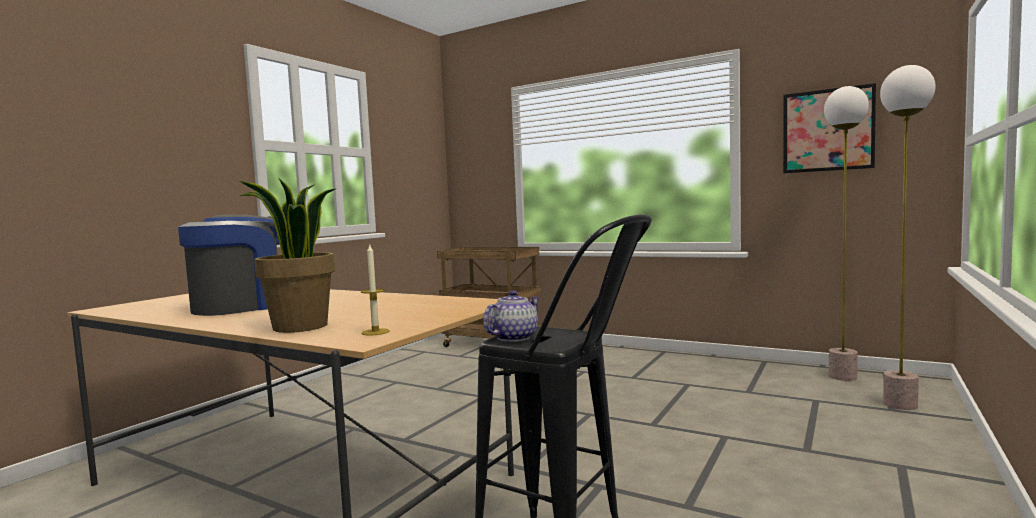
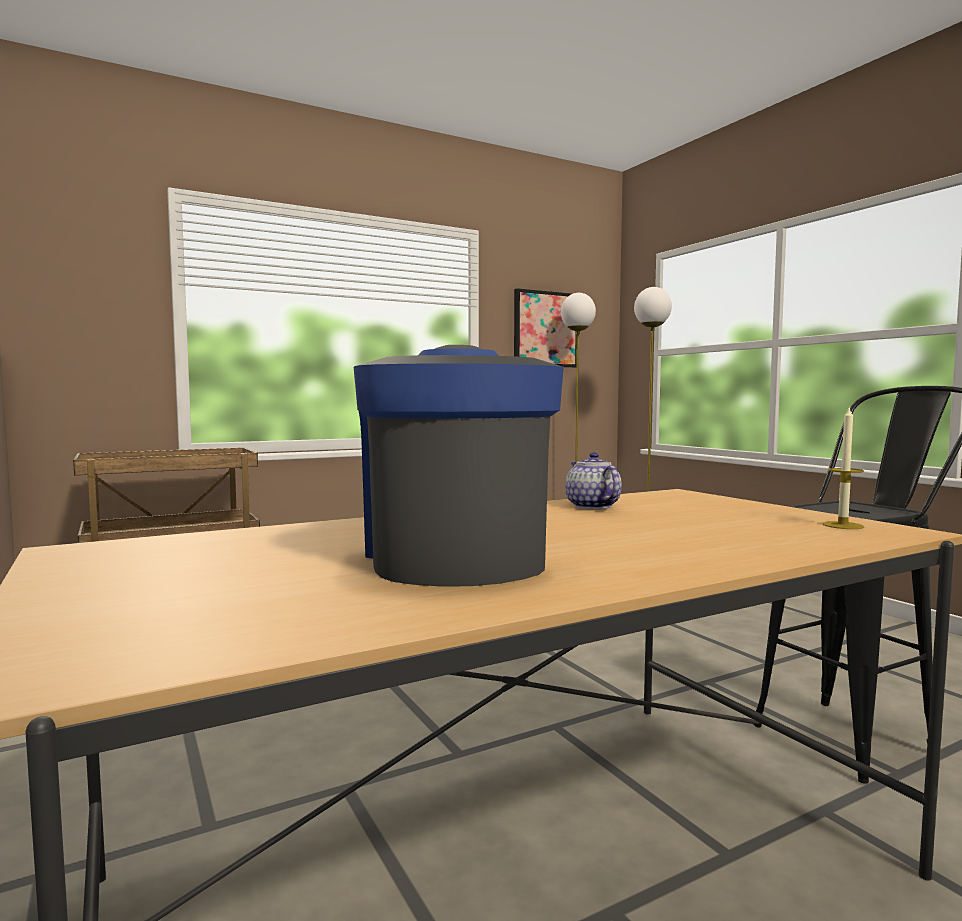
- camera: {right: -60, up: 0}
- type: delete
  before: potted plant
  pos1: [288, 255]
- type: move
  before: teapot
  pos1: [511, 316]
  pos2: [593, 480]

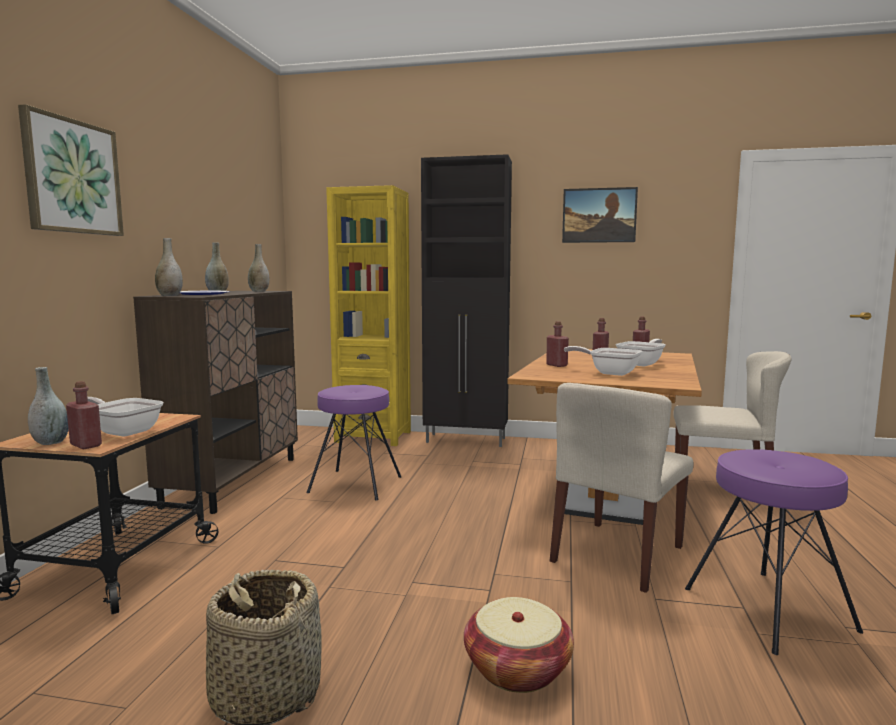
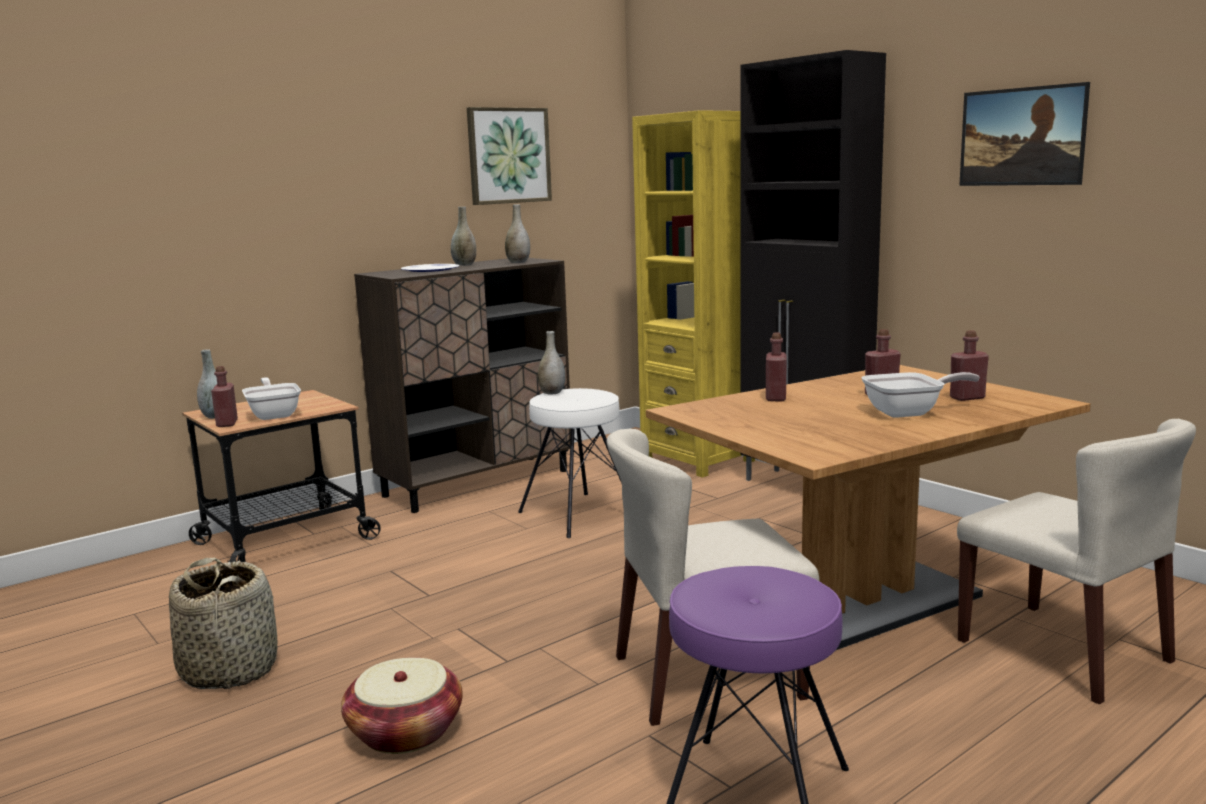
- camera: {right: 40, up: 5}
- type: move
  before: picture
  pos1: [71, 170]
  pos2: [509, 156]
- type: move
  before: grey vase
  pos1: [169, 267]
  pos2: [551, 362]
- type: delete
  before: frying pan
  pos1: [603, 361]
- type: recolor
  before: purple stool
  after: white stool
  pos1: [353, 443]
  pos2: [569, 463]

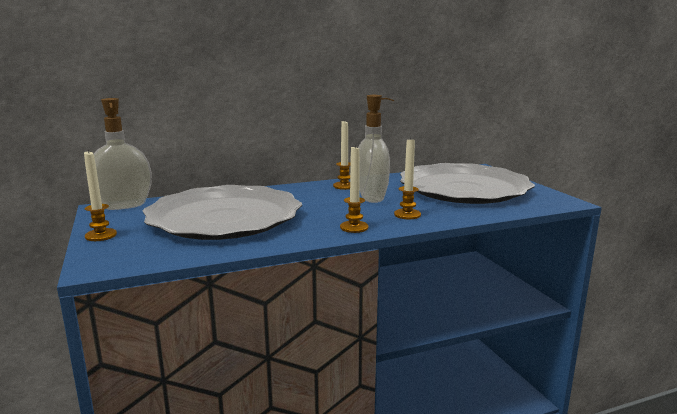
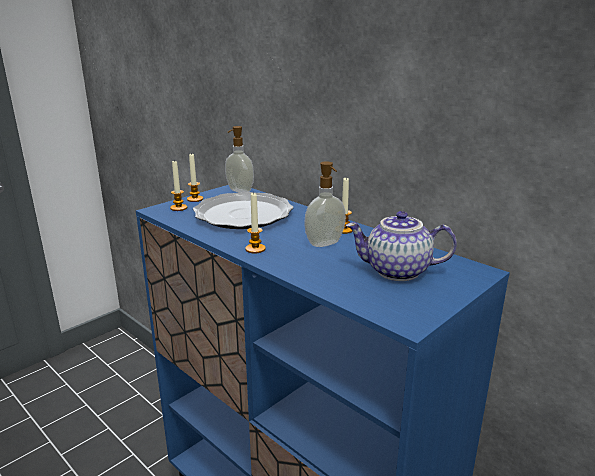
- camera: {right: 65, up: 5}
- type: move
  before: candle
  pos1: [407, 178]
  pos2: [178, 185]
- type: replace
  before: plate
  after: teapot
  pos1: [467, 183]
  pos2: [401, 246]

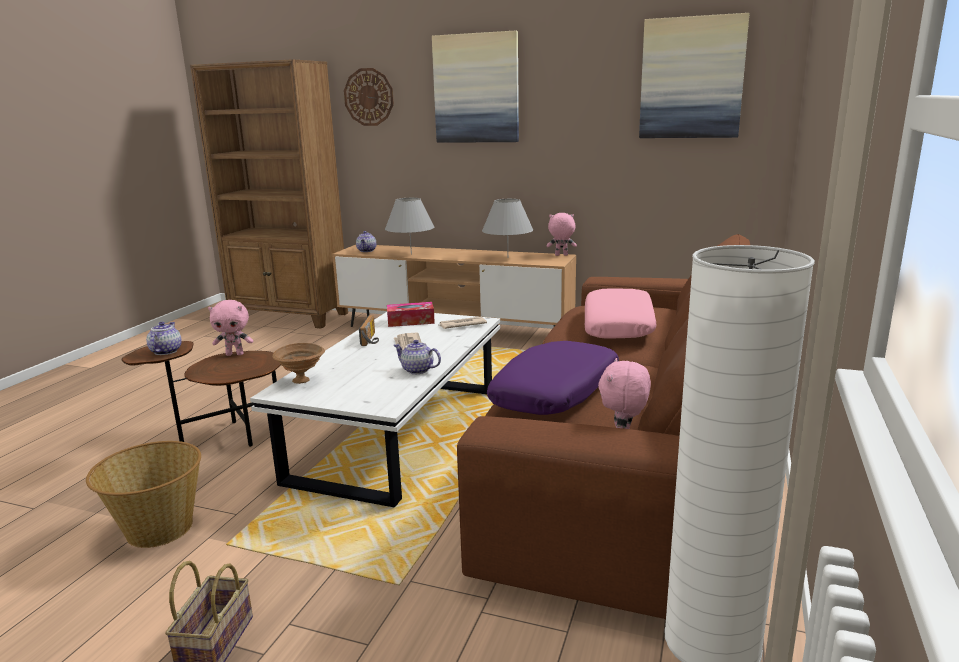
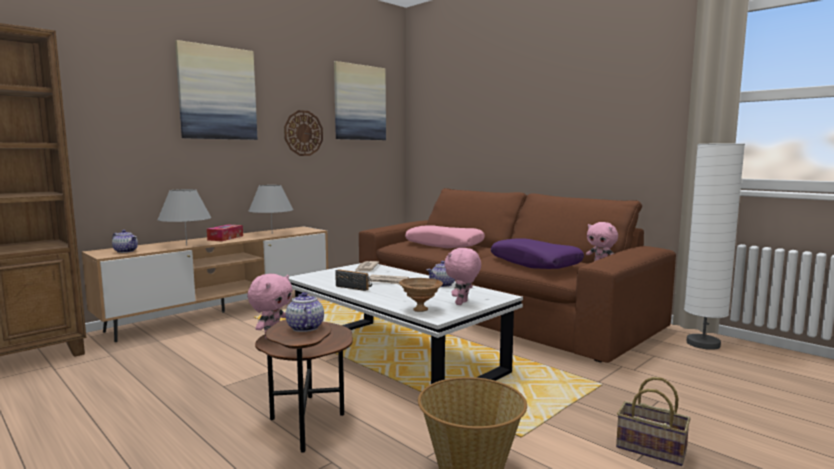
- camera: {right: -65, up: -10}
- type: move
  before: wall clock
  pos1: [369, 97]
  pos2: [303, 133]
- type: move
  before: pink plush toy
  pos1: [562, 234]
  pos2: [462, 276]
- type: move
  before: tissue box
  pos1: [411, 314]
  pos2: [225, 233]
- type: rotate
  before: teapot
  pos1: [164, 338]
  pos2: [304, 312]
  turn: 45

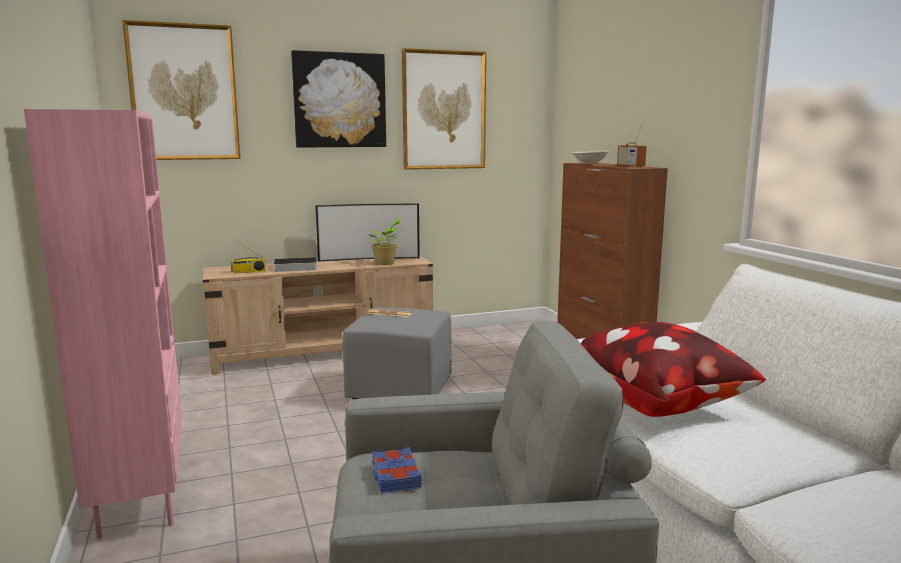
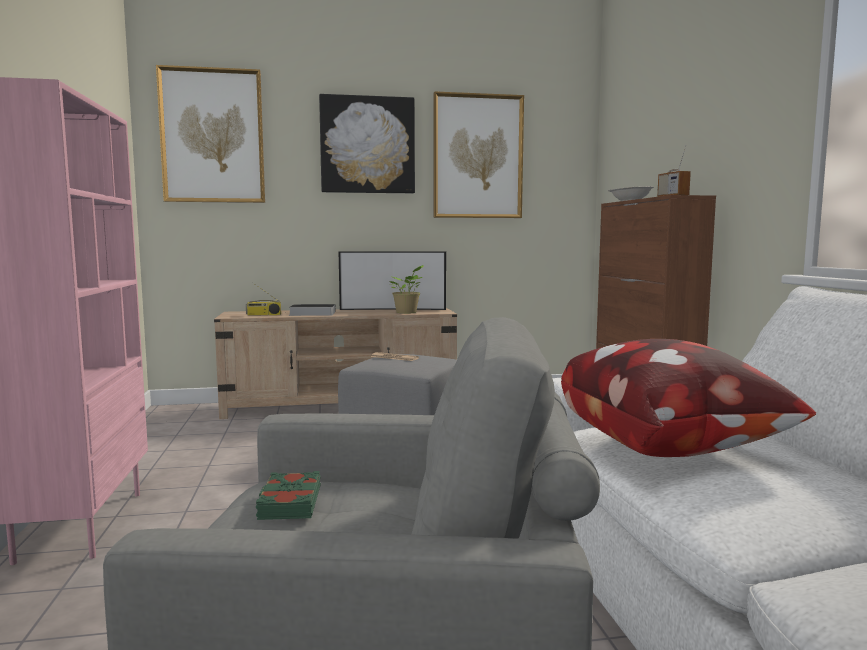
- camera: {right: 10, up: -5}
- type: recolor
  before: blue book
  after: green book
  pos1: [397, 470]
  pos2: [288, 495]

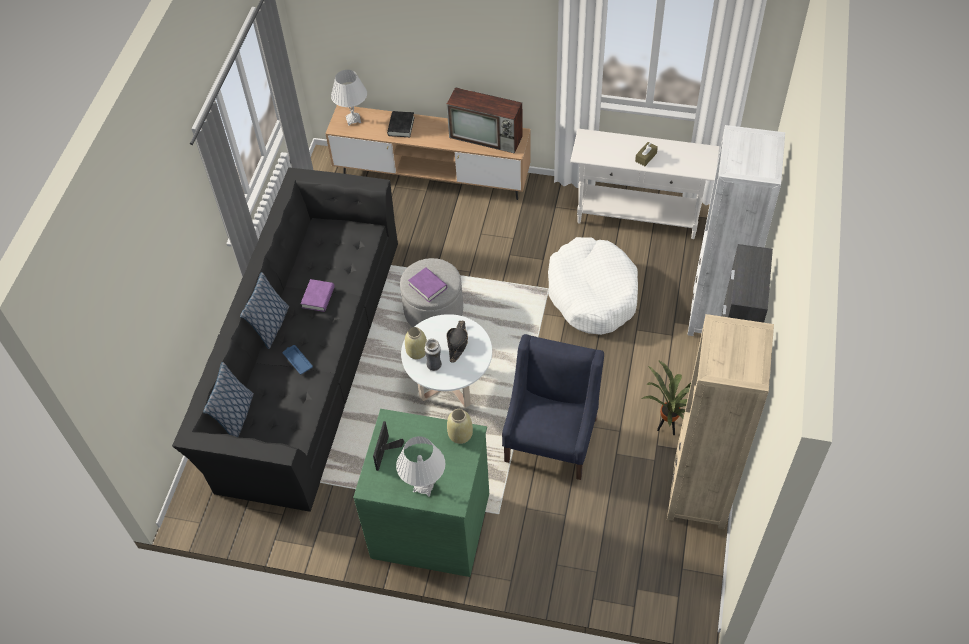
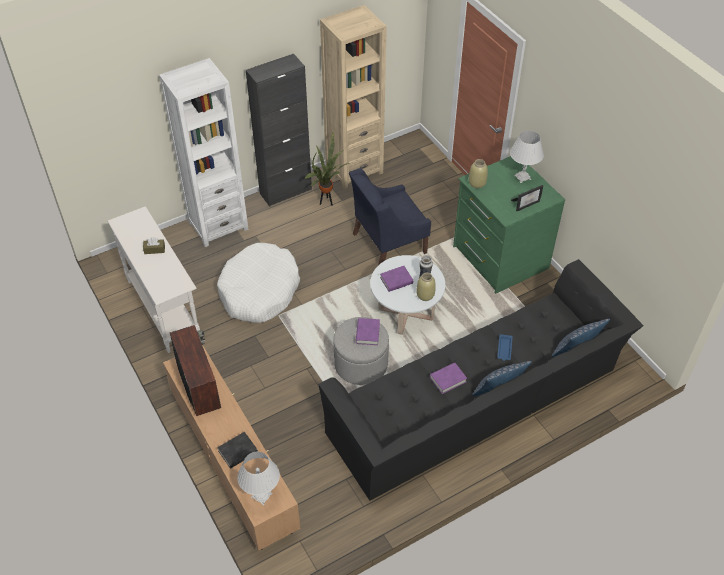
- camera: {right: -135, up: -5}
- type: replace
  before: black hat
  after: purple book
  pos1: [457, 341]
  pos2: [396, 279]

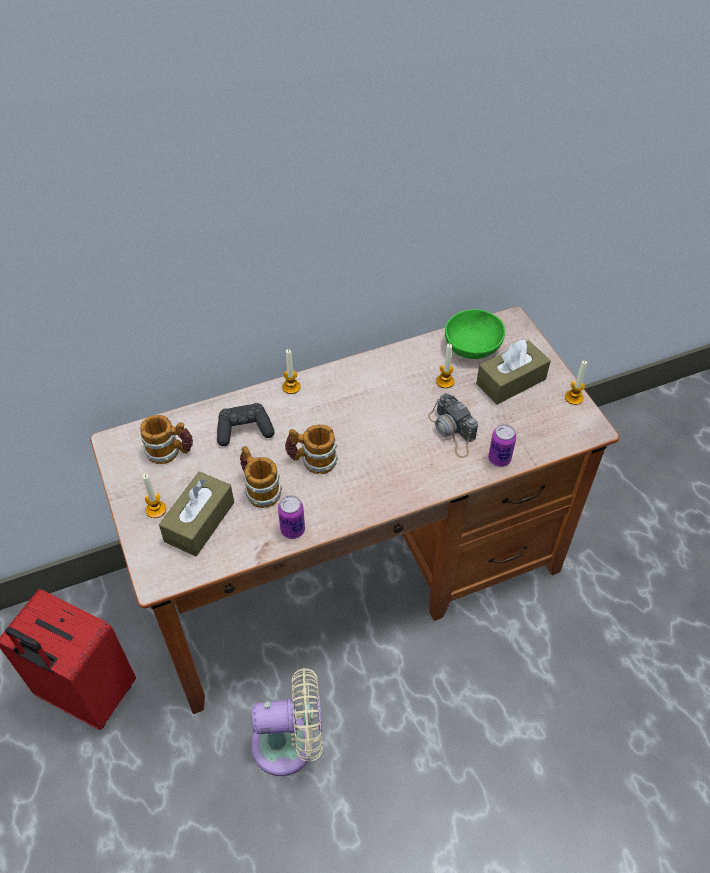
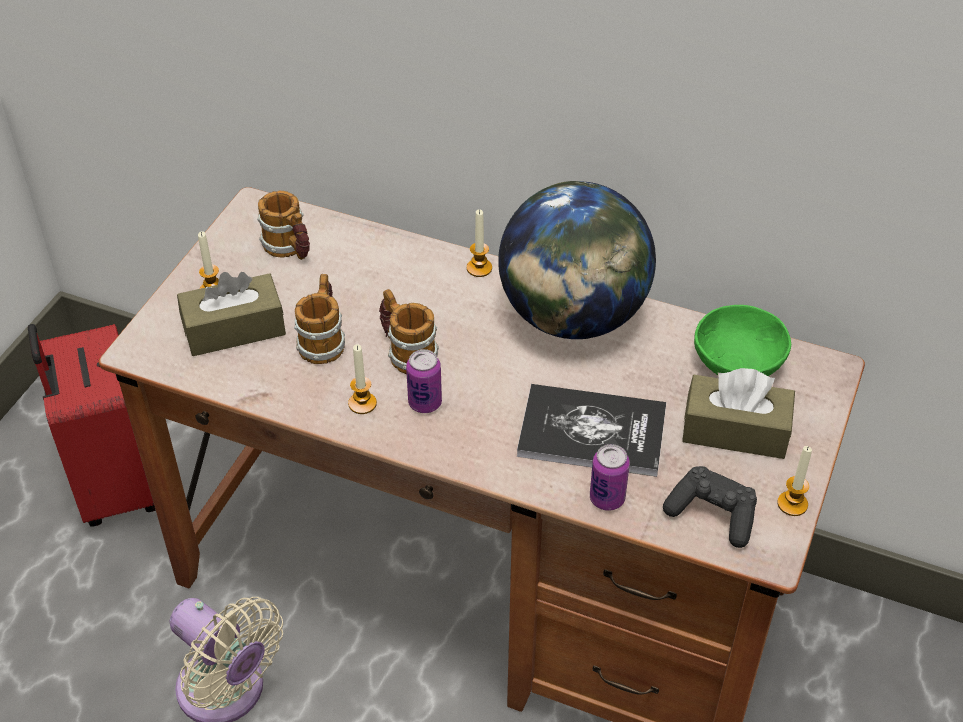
- camera: {right: 45, up: -5}
- type: move
  before: candle
  pos1: [445, 366]
  pos2: [362, 379]
- type: replace
  before: photo camera
  after: book
  pos1: [453, 425]
  pos2: [591, 430]
- type: move
  before: black game controller
  pos1: [246, 424]
  pos2: [710, 507]
- type: move
  before: can
  pos1: [291, 517]
  pos2: [424, 381]
- type: insert
  after: globe
  pos2: [577, 260]

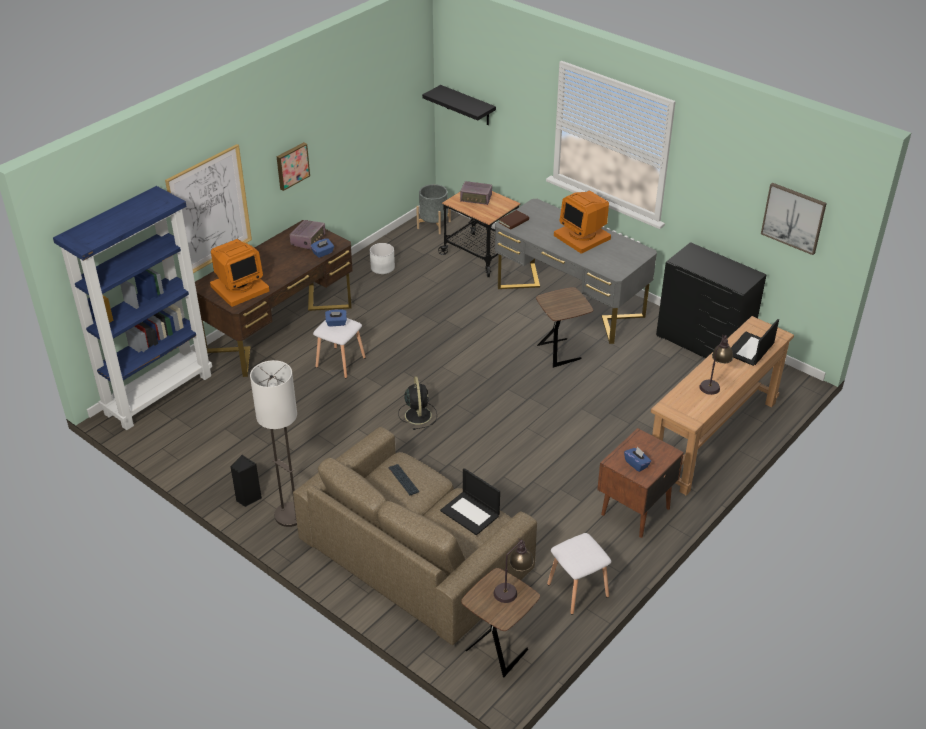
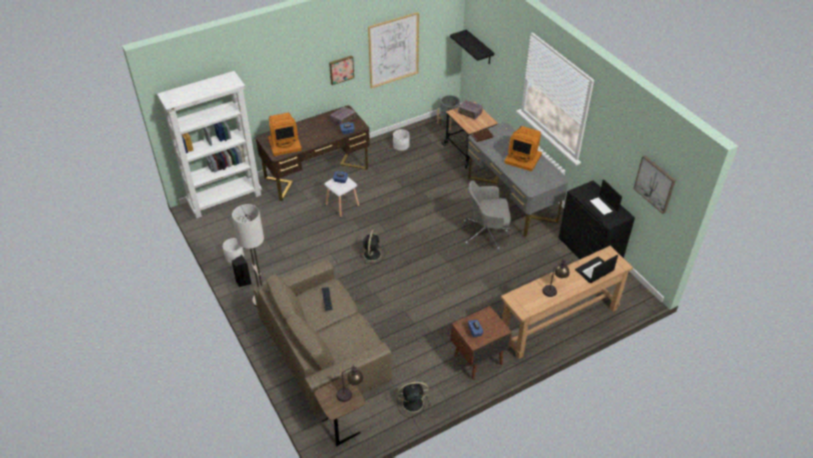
- camera: {right: 20, up: 5}
- type: move
  before: picture
  pos1: [208, 208]
  pos2: [393, 50]
- type: recolor
  before: blue bookcase
  after: white bookcase
  pos1: [132, 308]
  pos2: [209, 144]
- type: rotate
  before: monitor
  pos1: [582, 221]
  pos2: [523, 148]
  turn: -45
- type: replace
  before: brown side table
  after: grey office chair
  pos1: [564, 327]
  pos2: [487, 216]
- type: move
  before: laptop
  pos1: [470, 501]
  pos2: [602, 199]
- type: replace
  before: white stool
  after: black fan
  pos1: [579, 574]
  pos2: [413, 400]
- type: insert
  after: white planter
  pos2: [233, 250]

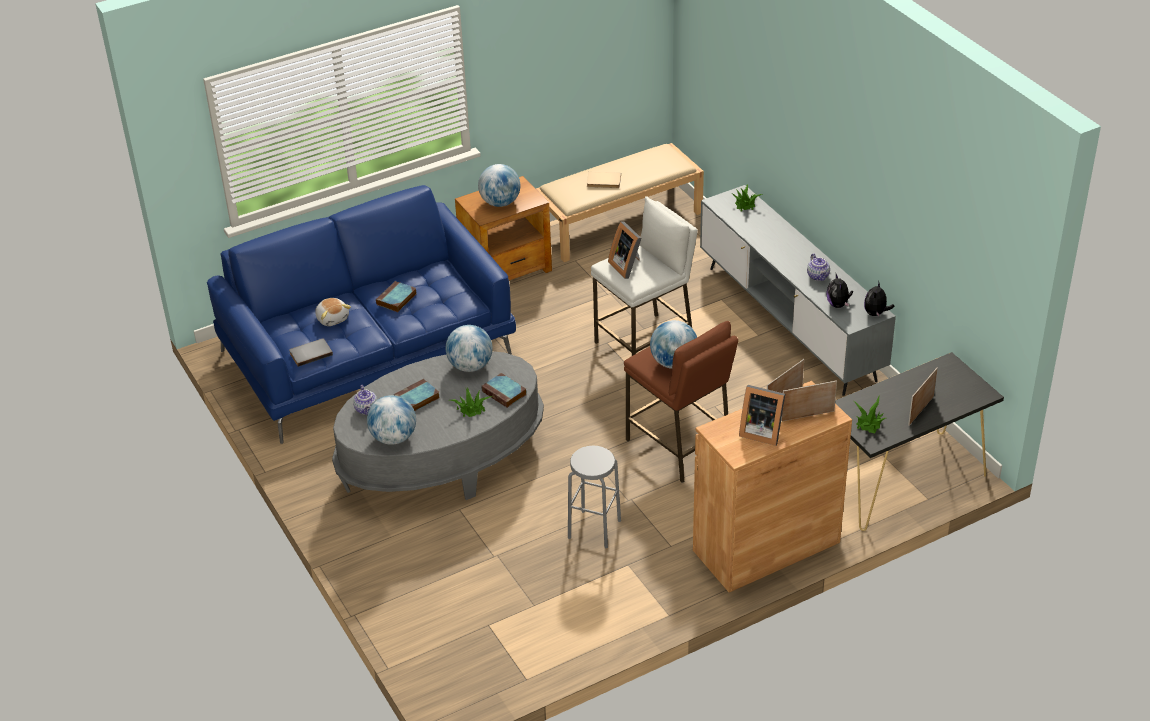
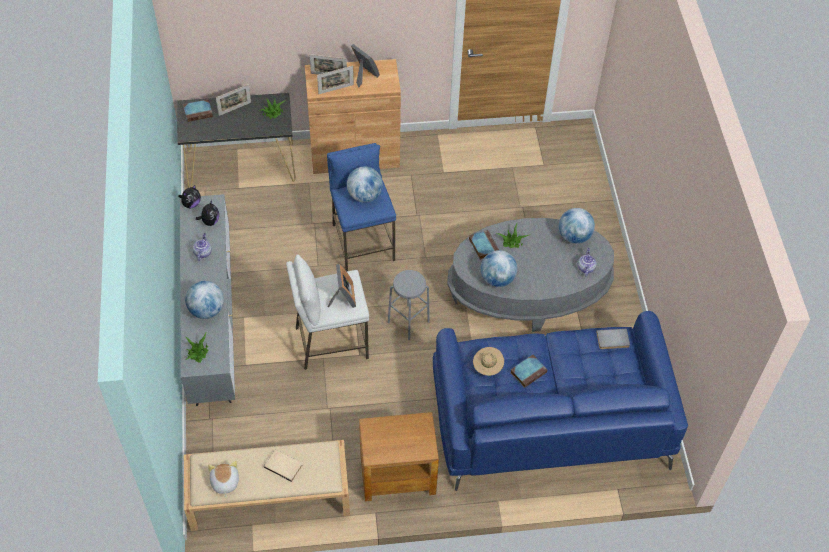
- camera: {right: -160, up: 15}
- type: move
  before: globe
  pos1: [499, 185]
  pos2: [204, 300]
- type: move
  before: plush toy
  pos1: [333, 312]
  pos2: [223, 479]
- type: recolor
  before: brown stool
  after: blue stool
  pos1: [681, 402]
  pos2: [361, 207]
- type: move
  before: book
  pos1: [417, 395]
  pos2: [198, 110]
- type: move
  before: grey stool
  pos1: [594, 497]
  pos2: [409, 305]
- type: insert
  after: beige hat
  pos2: [488, 361]

